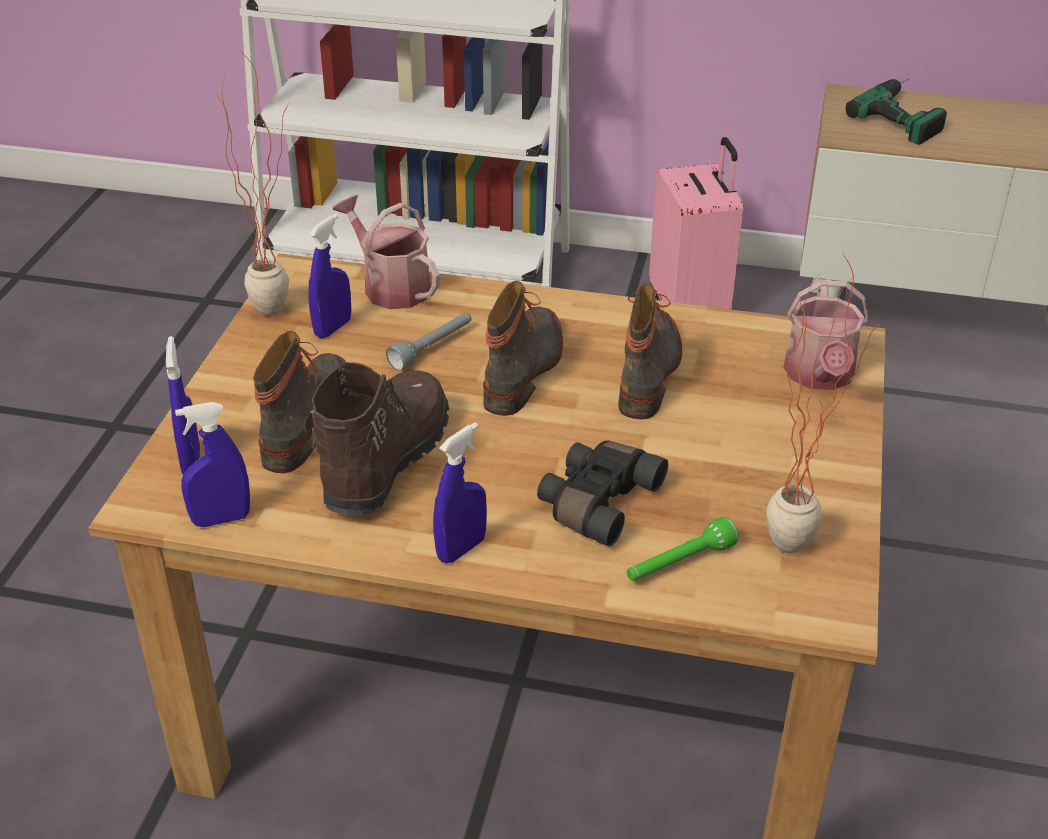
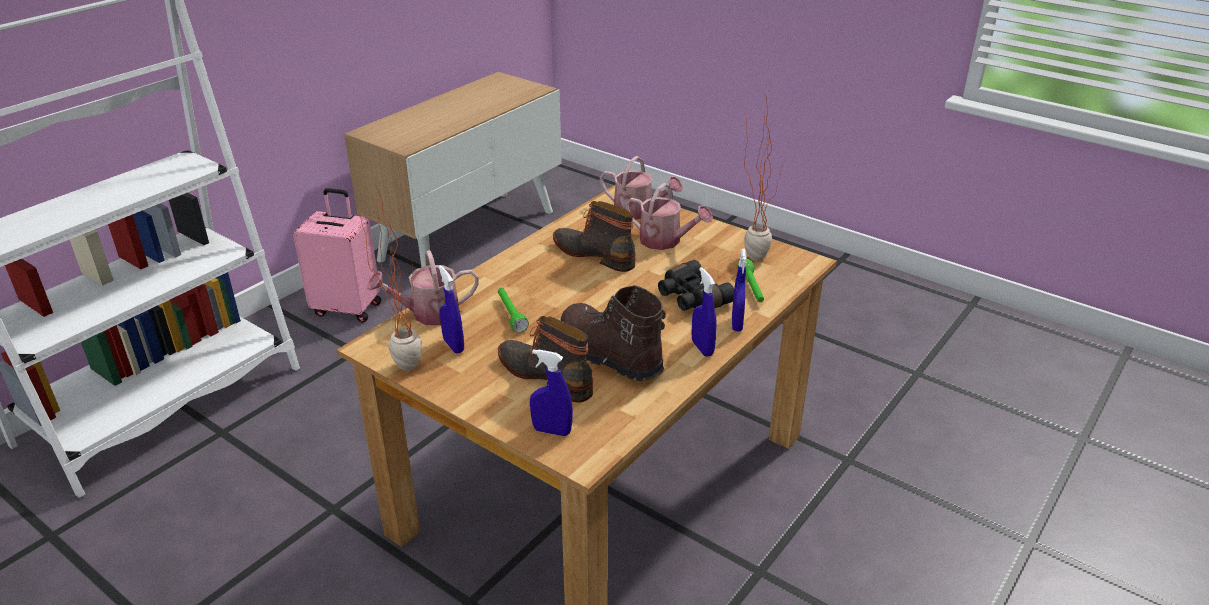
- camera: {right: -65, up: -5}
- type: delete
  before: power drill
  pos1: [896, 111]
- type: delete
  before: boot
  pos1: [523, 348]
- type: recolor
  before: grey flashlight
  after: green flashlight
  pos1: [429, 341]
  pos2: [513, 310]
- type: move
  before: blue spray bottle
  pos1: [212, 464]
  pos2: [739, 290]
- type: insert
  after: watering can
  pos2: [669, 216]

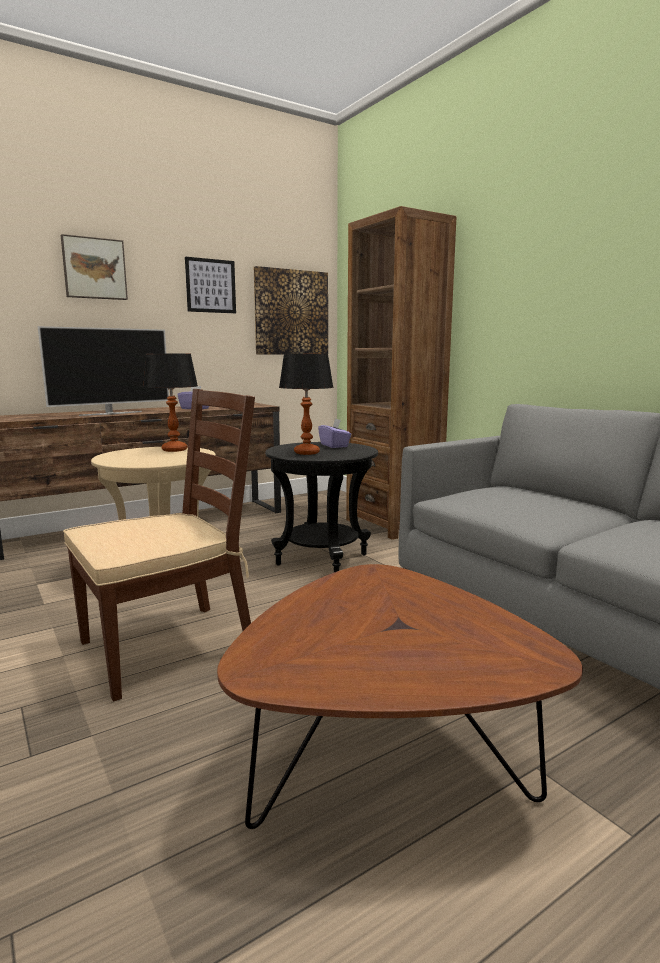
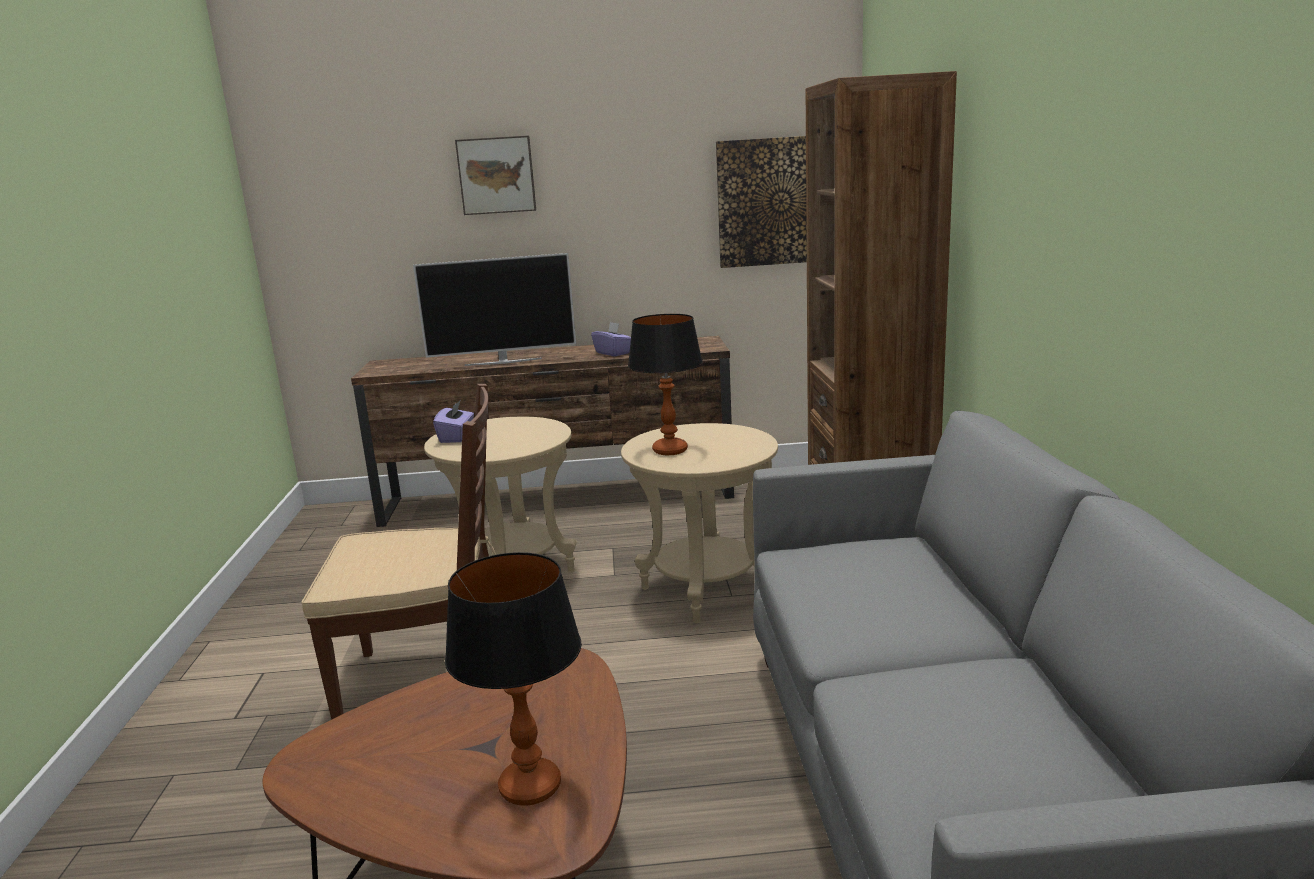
- camera: {right: 30, up: 5}
- type: delete
  before: picture
  pos1: [210, 285]
- type: move
  before: table lamp
  pos1: [170, 403]
  pos2: [513, 679]
- type: move
  before: purple tissue box
  pos1: [335, 433]
  pos2: [453, 422]
- type: recolor
  before: black side table
  after: beige side table
  pos1: [321, 507]
  pos2: [699, 523]

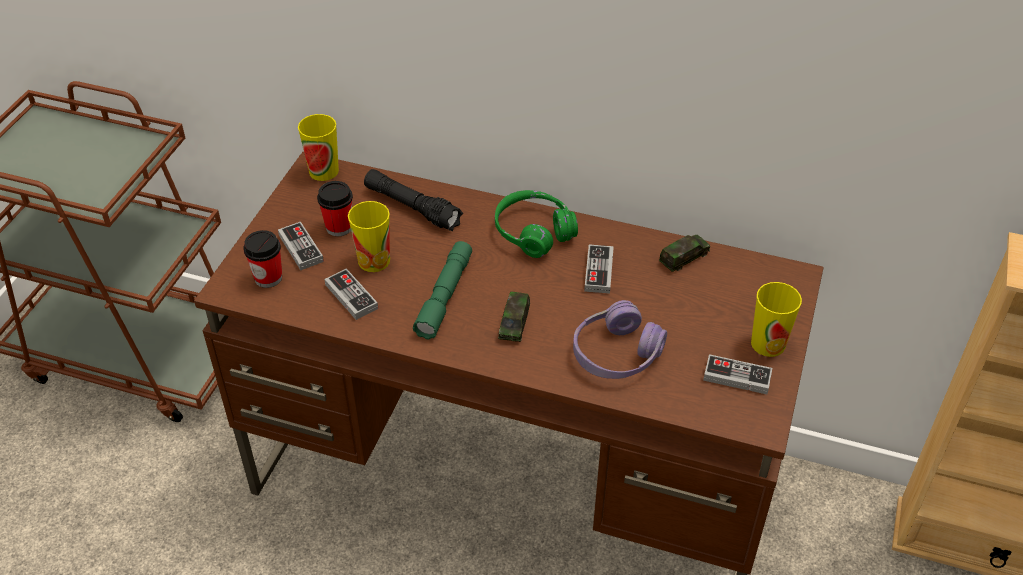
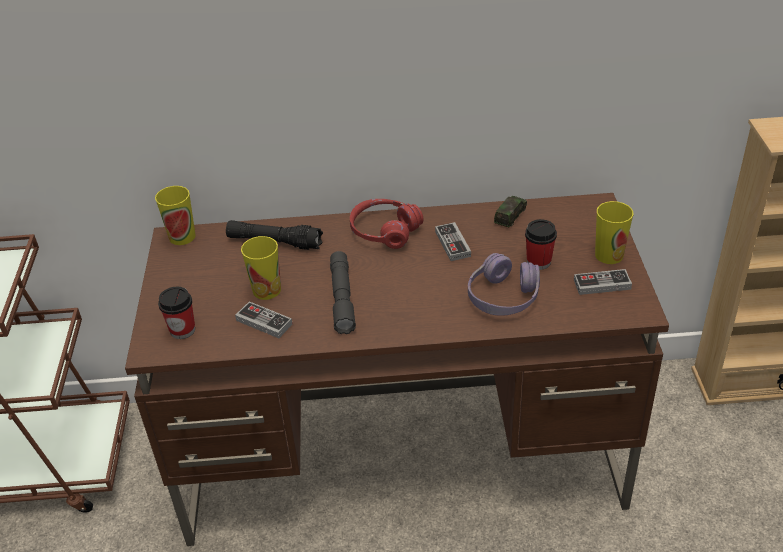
- camera: {right: -20, up: -5}
- type: move
  before: cup
  pos1: [335, 208]
  pos2: [541, 244]
- type: recolor
  before: green headphones
  after: red headphones
  pos1: [536, 224]
  pos2: [387, 224]
- type: delete
  before: game controller
  pos1: [301, 245]
- type: recolor
  before: green flashlight
  after: grey flashlight
  pos1: [442, 290]
  pos2: [343, 292]
- type: delete
  before: toy car
  pos1: [514, 316]

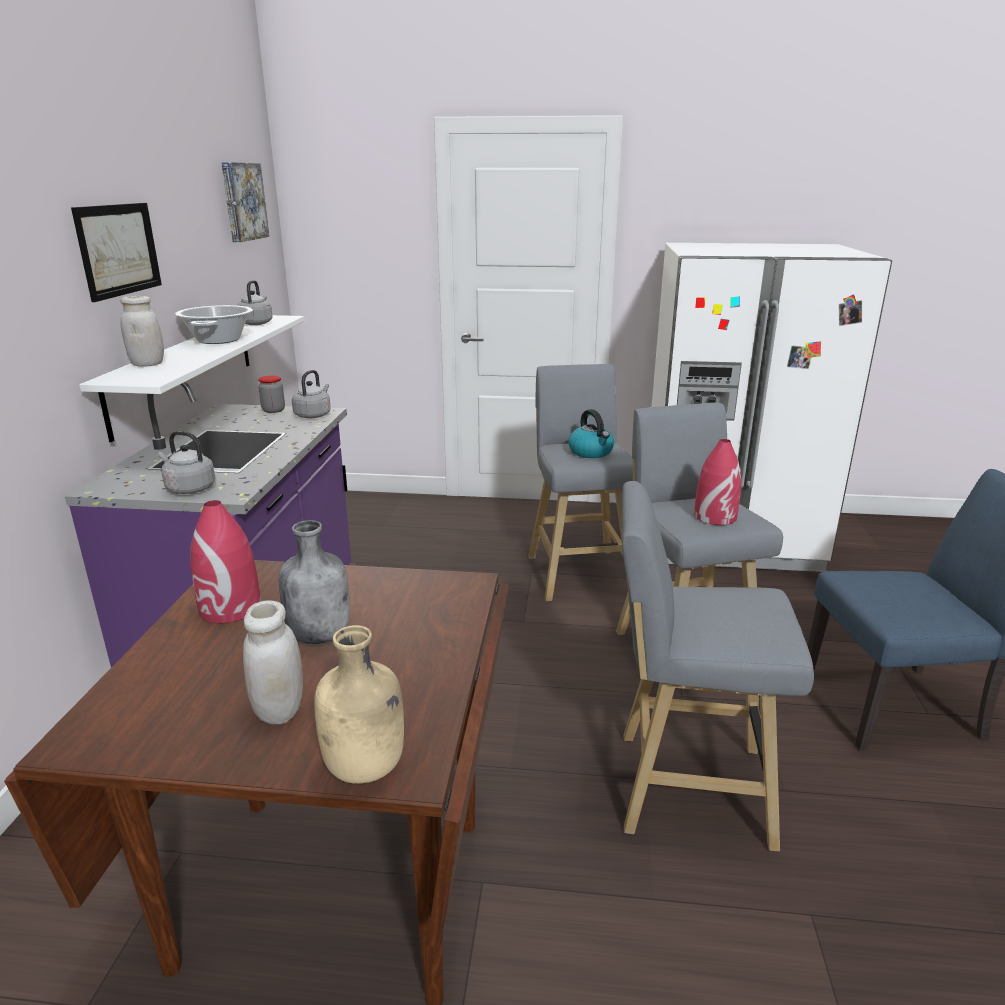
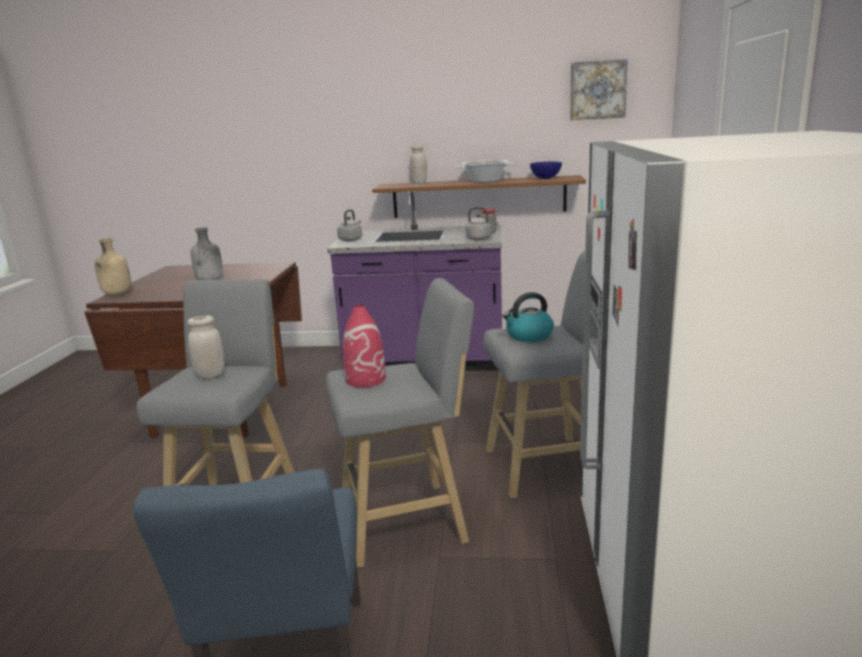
- camera: {right: 90, up: -5}
- type: delete
  before: picture
  pos1: [116, 252]
- type: replace
  before: grey kettle
  after: blue bowl
  pos1: [254, 302]
  pos2: [546, 170]
- type: recolor
  before: white shelf
  after: brown shelf
  pos1: [191, 378]
  pos2: [479, 196]
- type: delete
  before: red vase
  pos1: [225, 561]
- type: move
  before: white jar
  pos1: [273, 662]
  pos2: [206, 346]

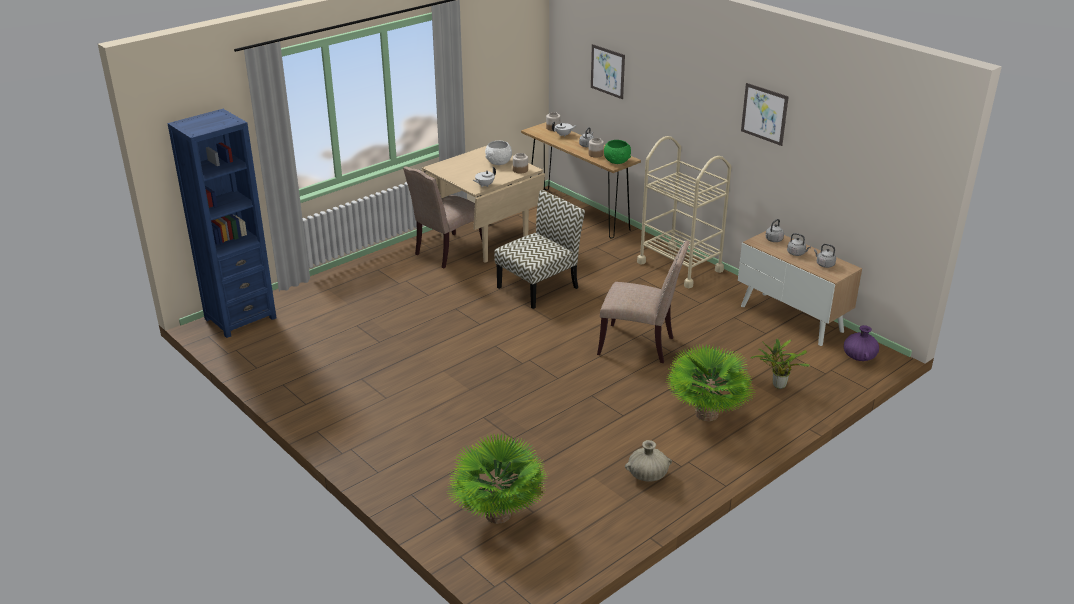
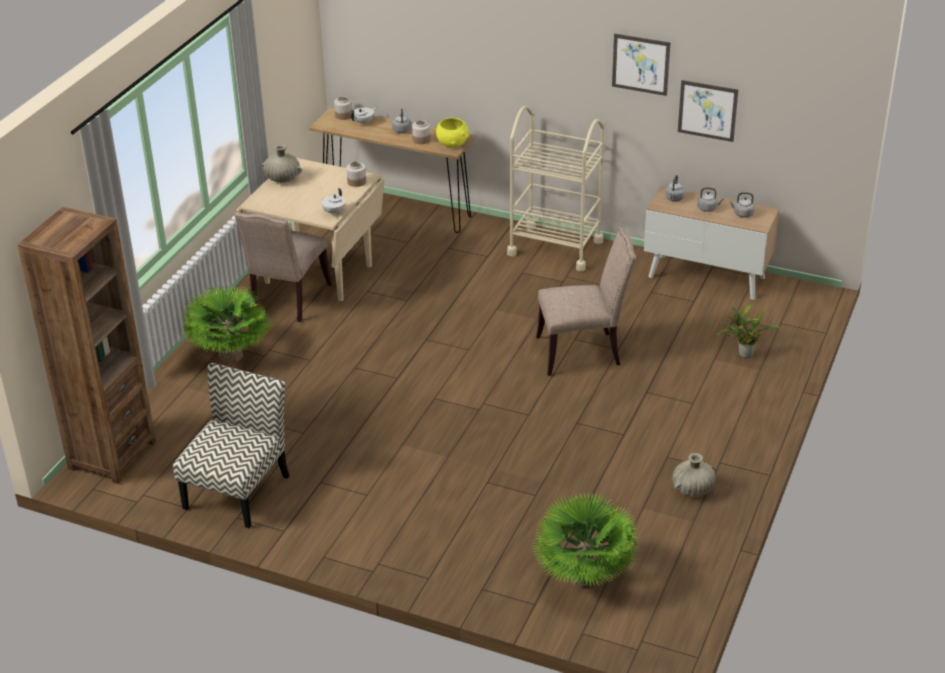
- camera: {right: -25, up: 5}
- type: move
  before: picture
  pos1: [608, 71]
  pos2: [708, 111]
- type: recolor
  before: blue bookcase
  after: brown bookcase
  pos1: [222, 223]
  pos2: [86, 345]
- type: recolor
  before: green bowl
  after: yellow bowl
  pos1: [617, 152]
  pos2: [452, 132]
- type: delete
  before: white bowl
  pos1: [498, 153]
- type: move
  before: chair
  pos1: [539, 249]
  pos2: [231, 445]
- type: delete
  before: purple vase
  pos1: [861, 343]
- type: move
  before: potted plant
  pos1: [710, 382]
  pos2: [226, 324]
- type: insert
  after: beige vase
  pos2: [282, 163]

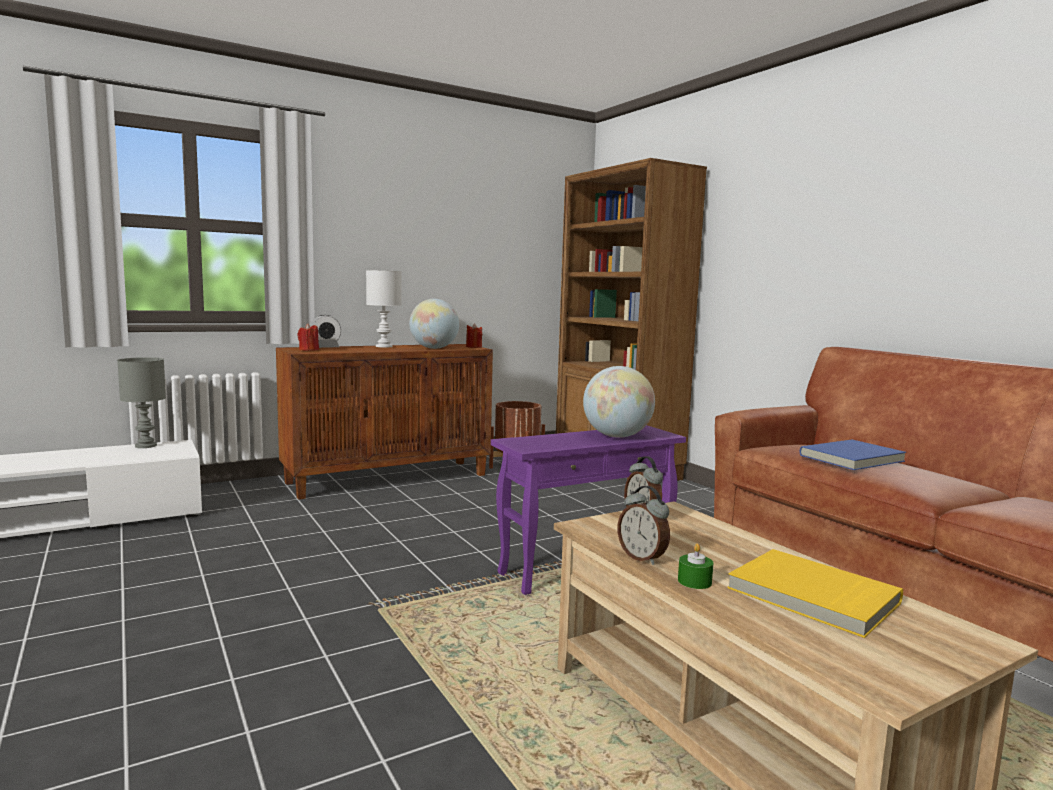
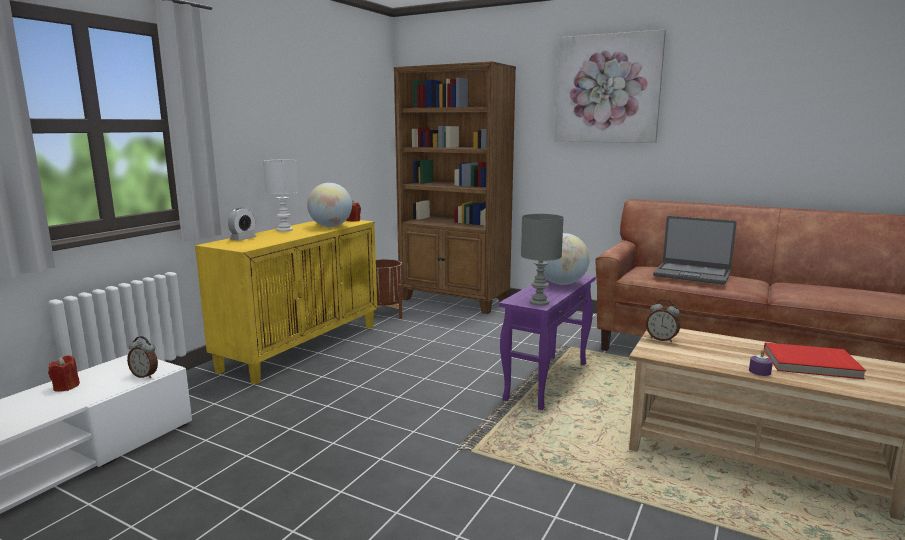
- camera: {right: -30, up: 5}
- type: move
  before: red candle
  pos1: [308, 337]
  pos2: [64, 373]
- type: recolor
  before: brown cabinet
  after: yellow cabinet
  pos1: [384, 422]
  pos2: [286, 302]
- type: move
  before: grey table lamp
  pos1: [141, 402]
  pos2: [542, 260]
- type: replace
  before: blue book
  after: laptop
  pos1: [853, 455]
  pos2: [695, 250]
- type: move
  before: alarm clock
  pos1: [644, 525]
  pos2: [142, 357]
- type: recolor
  before: green candle
  after: purple candle
  pos1: [695, 566]
  pos2: [761, 362]
- type: recolor
  before: yellow book
  after: red book
  pos1: [815, 593]
  pos2: [815, 361]
- type: insert
  after: picture
  pos2: [610, 86]

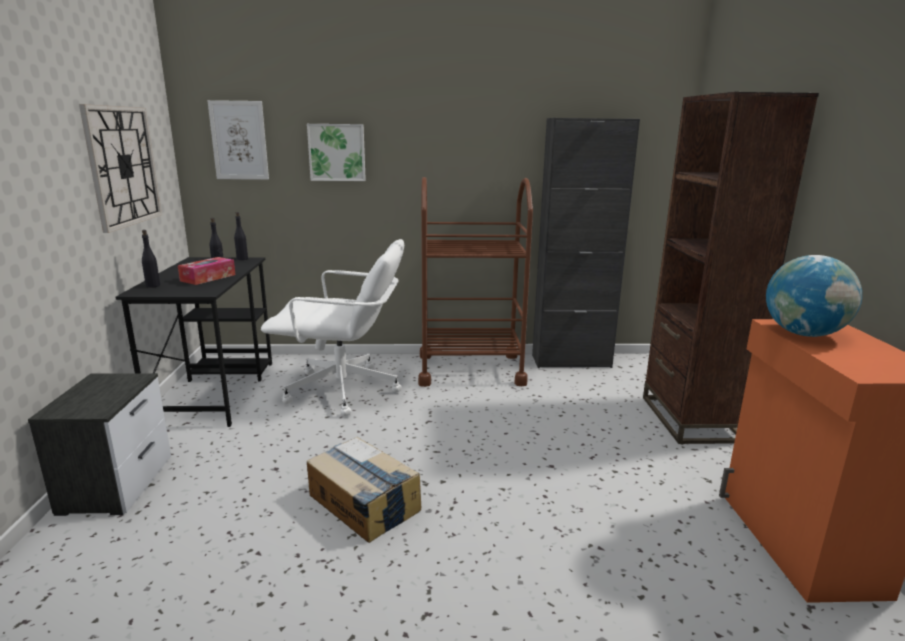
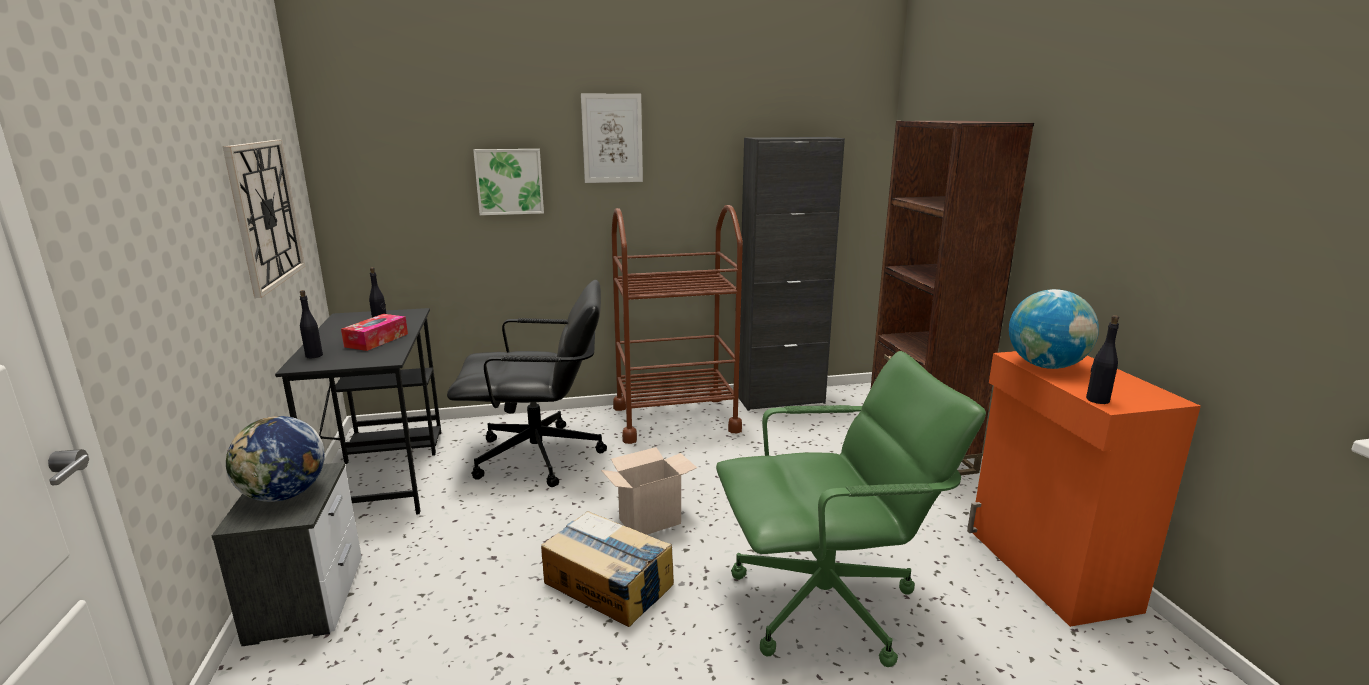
- camera: {right: -10, up: 0}
- type: move
  before: picture
  pos1: [238, 140]
  pos2: [612, 138]
- type: move
  before: black bottle
  pos1: [241, 236]
  pos2: [1102, 359]
- type: recolor
  before: white office chair
  after: black office chair
  pos1: [332, 327]
  pos2: [527, 383]
- type: insert
  after: green office chair
  pos2: [851, 509]
- type: insert
  after: globe
  pos2: [275, 459]
- type: insert
  after: cardboard box
  pos2: [649, 491]

